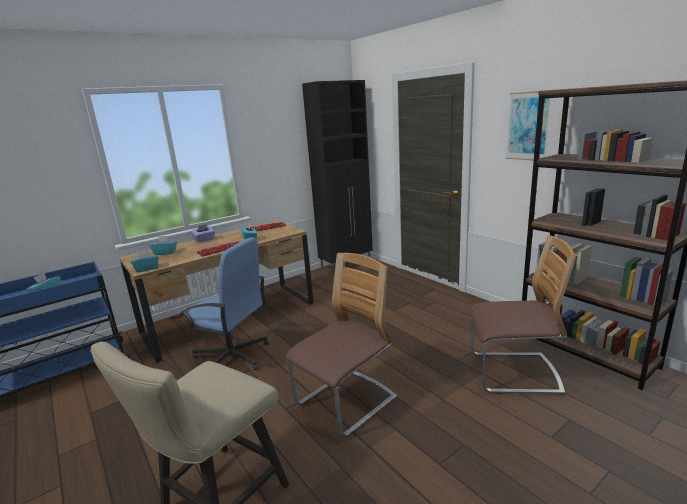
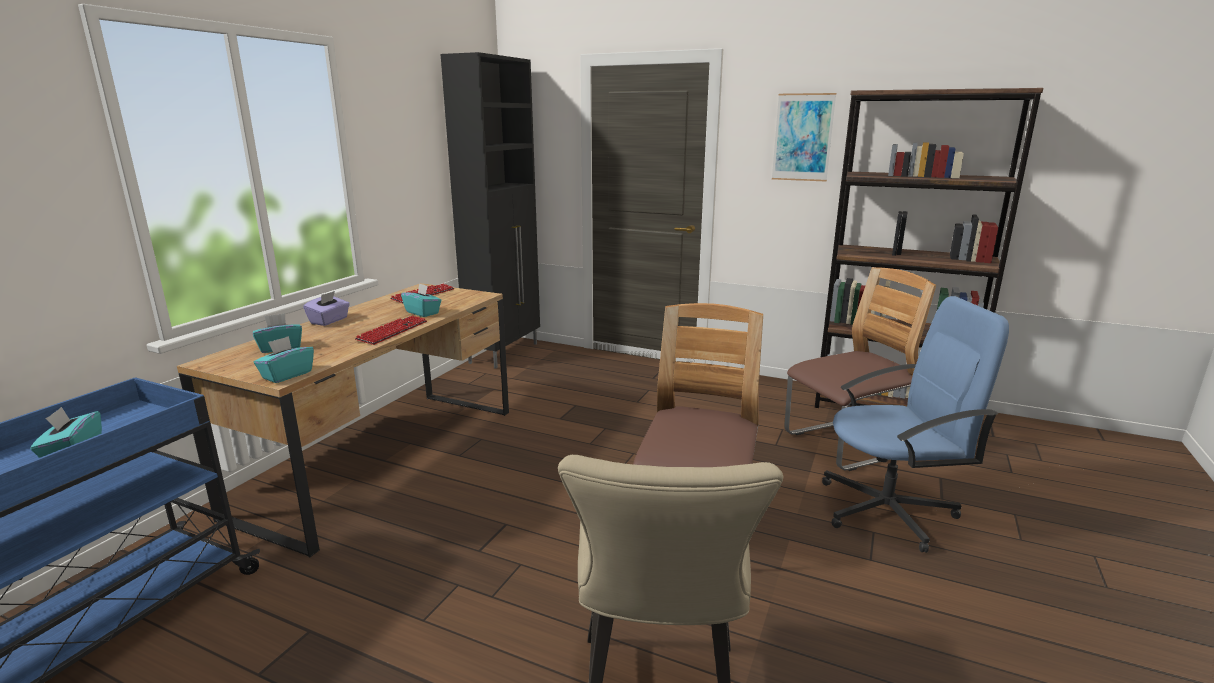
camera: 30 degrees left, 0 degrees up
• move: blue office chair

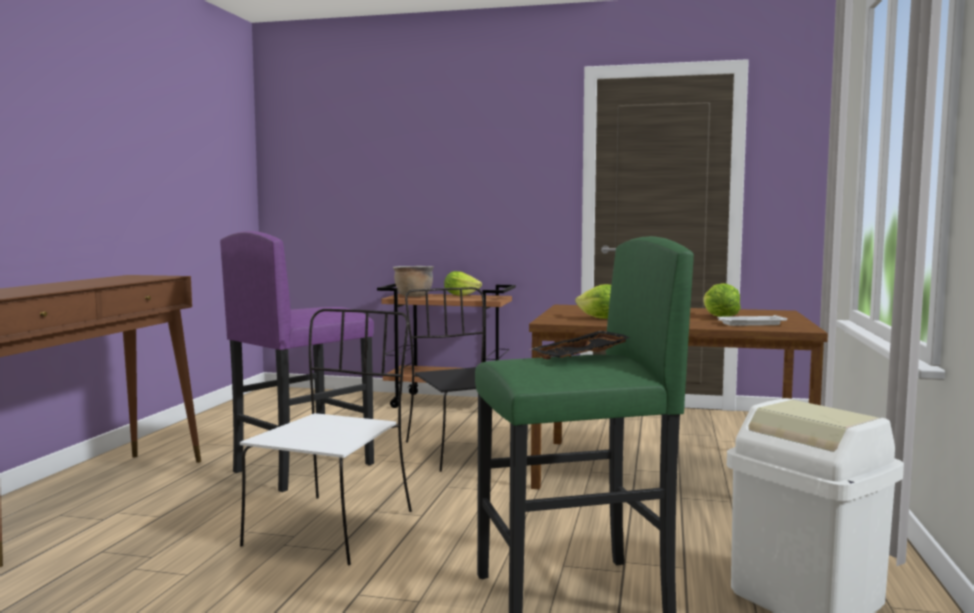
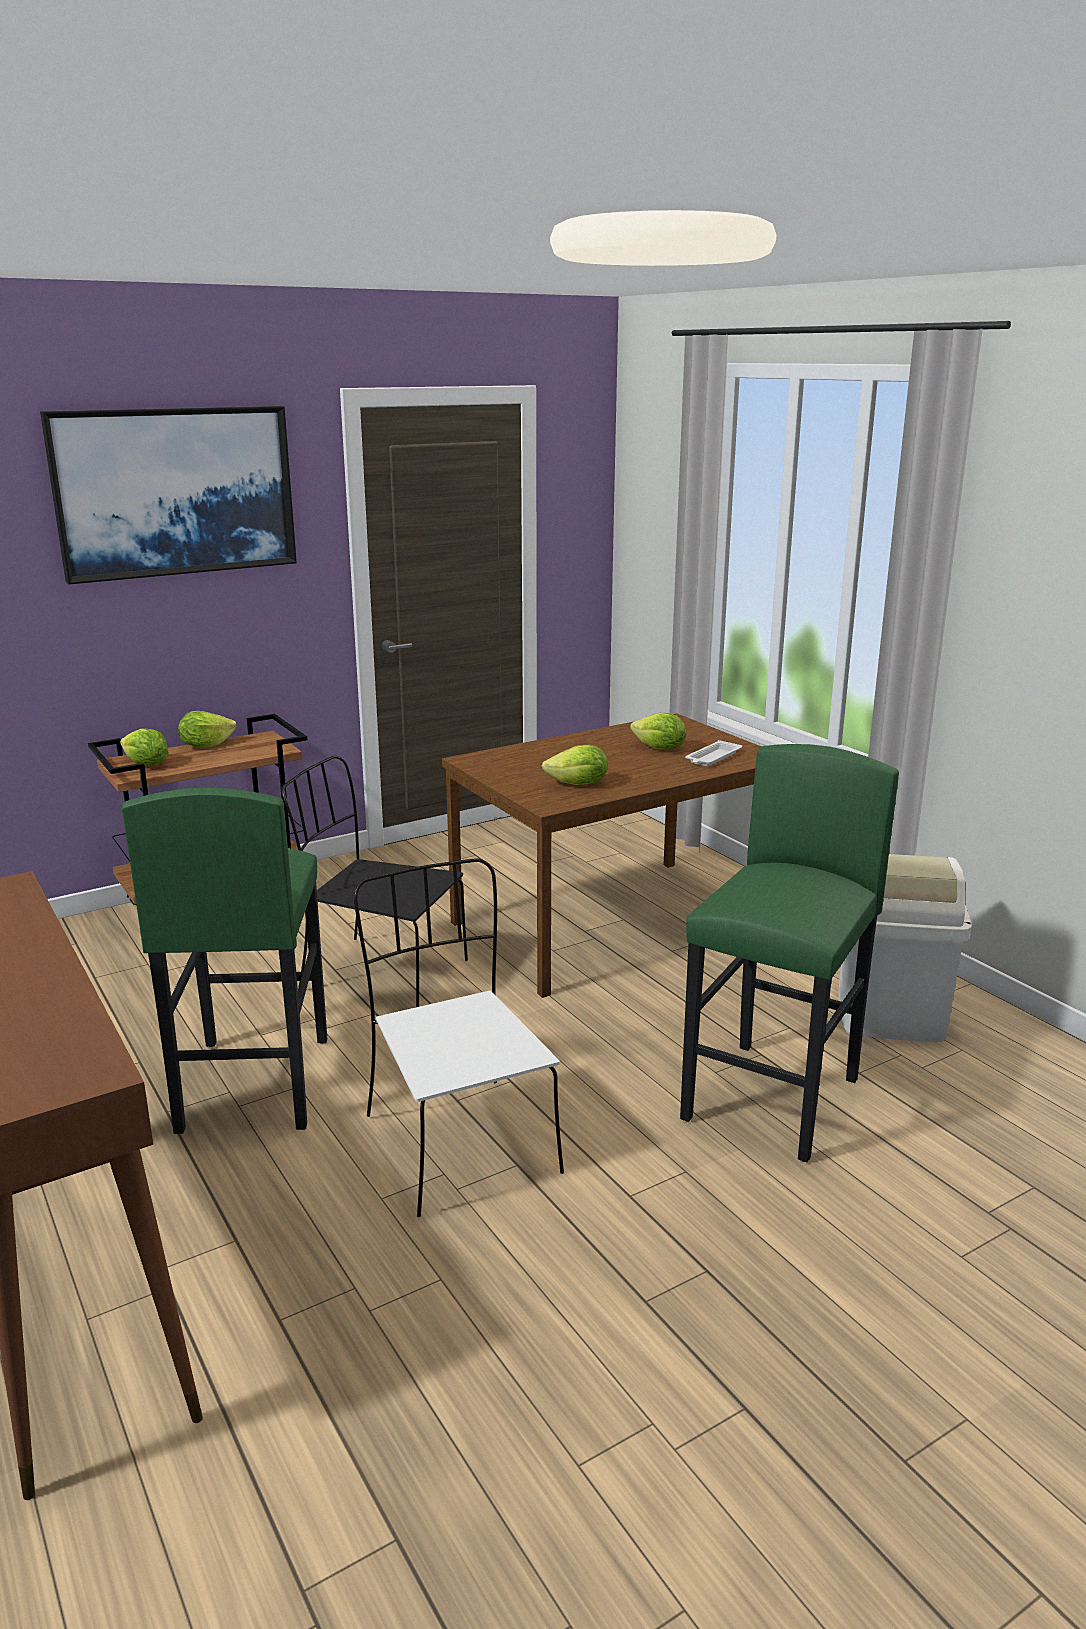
camera: 45 degrees left, 15 degrees up
• insert: picture
• replace: brown cooking pot to lettuce (1st from left)
• recolor: purple stool to green stool (1st from left)
• delete: black tray

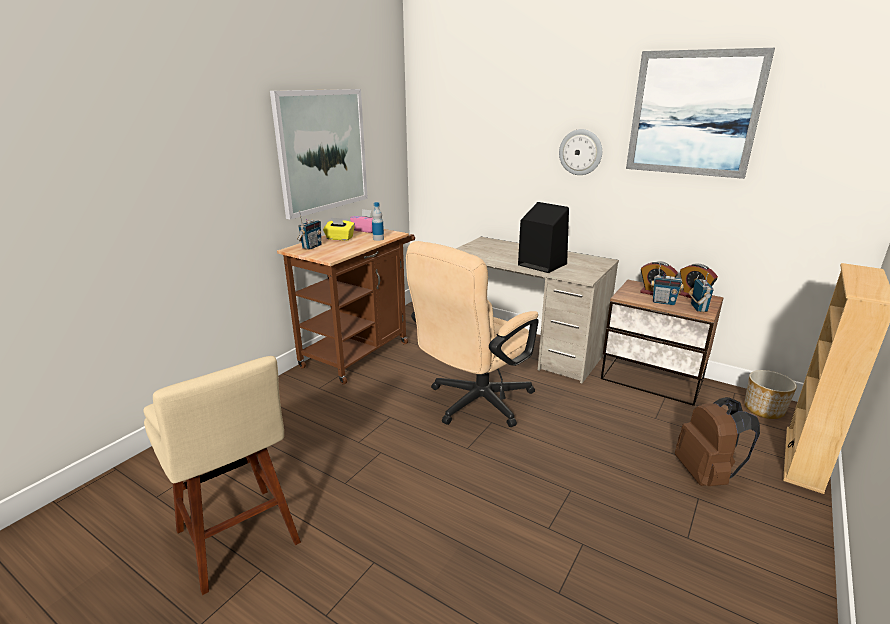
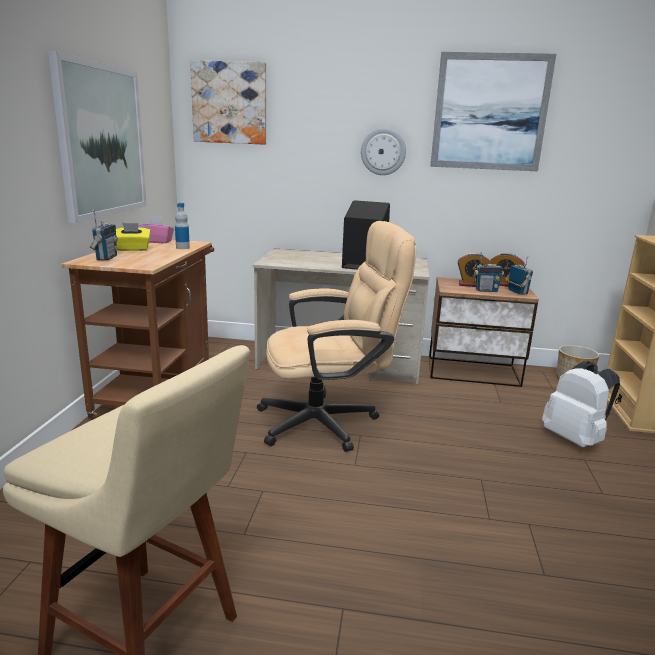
camera: 25 degrees left, 5 degrees down
• insert: picture (2nd from left)
• rotate: beige office chair 120 degrees counterclockwise
• recolor: brown backpack to white backpack

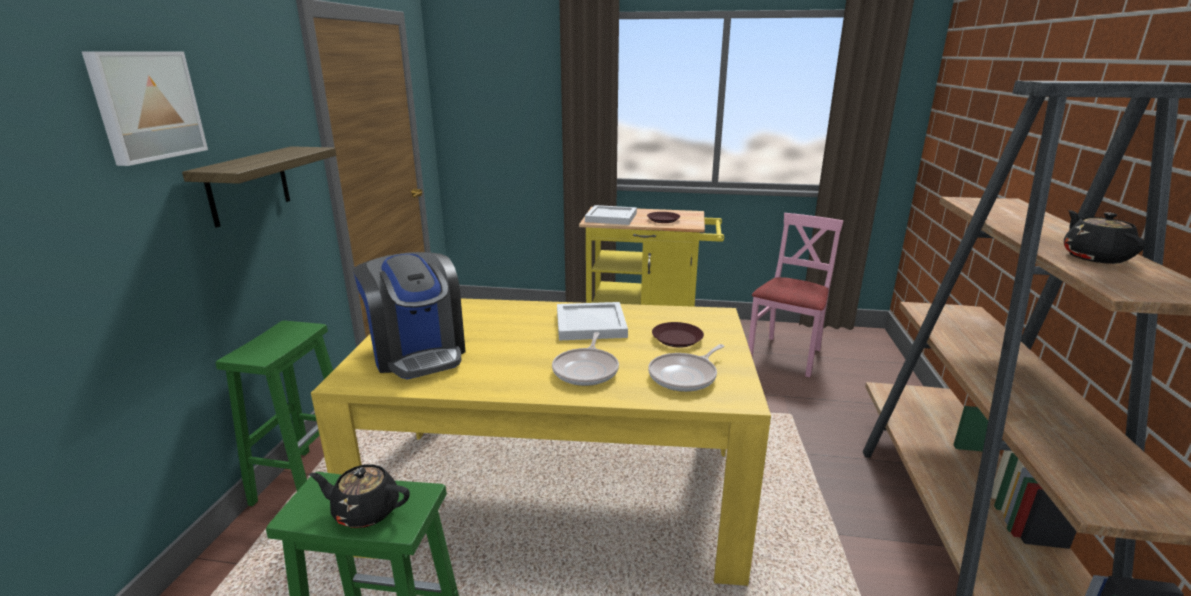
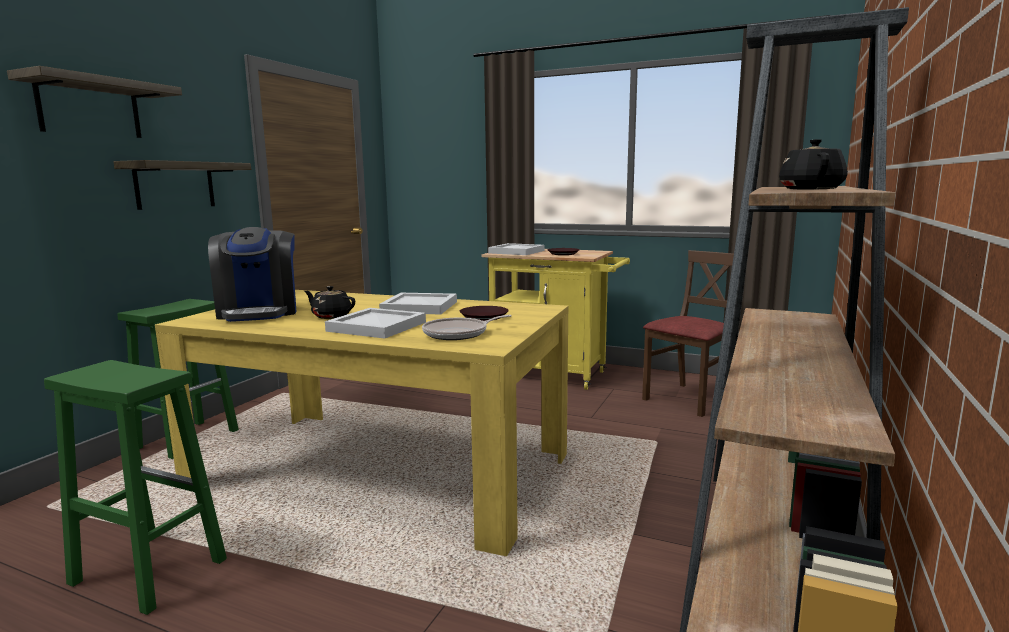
camera: 15 degrees right, 10 degrees down
• replace: picture to shelf (1st from left)
• move: black teapot (1st from left)
• replace: frying pan (1st from left) to white tray (1st from left)
• recolor: pink chair to brown chair

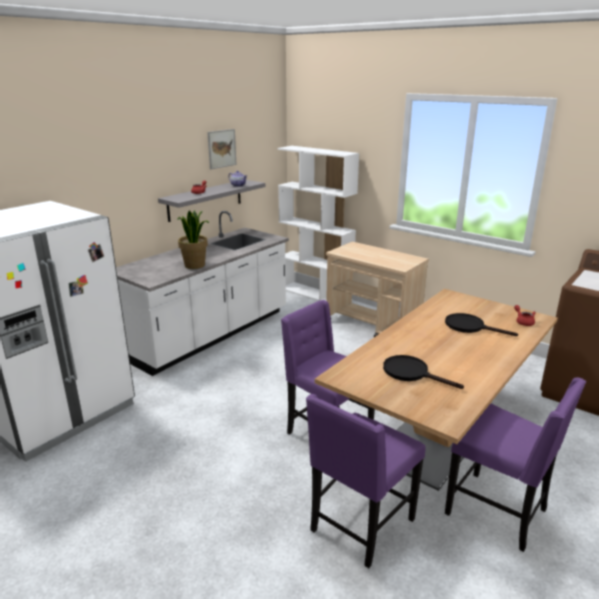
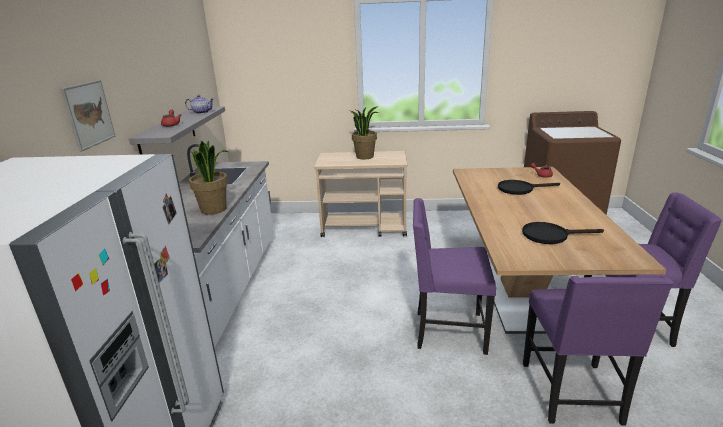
camera: 35 degrees left, 0 degrees up
• move: picture
• insert: potted plant (2nd from left)
• delete: white bookcase

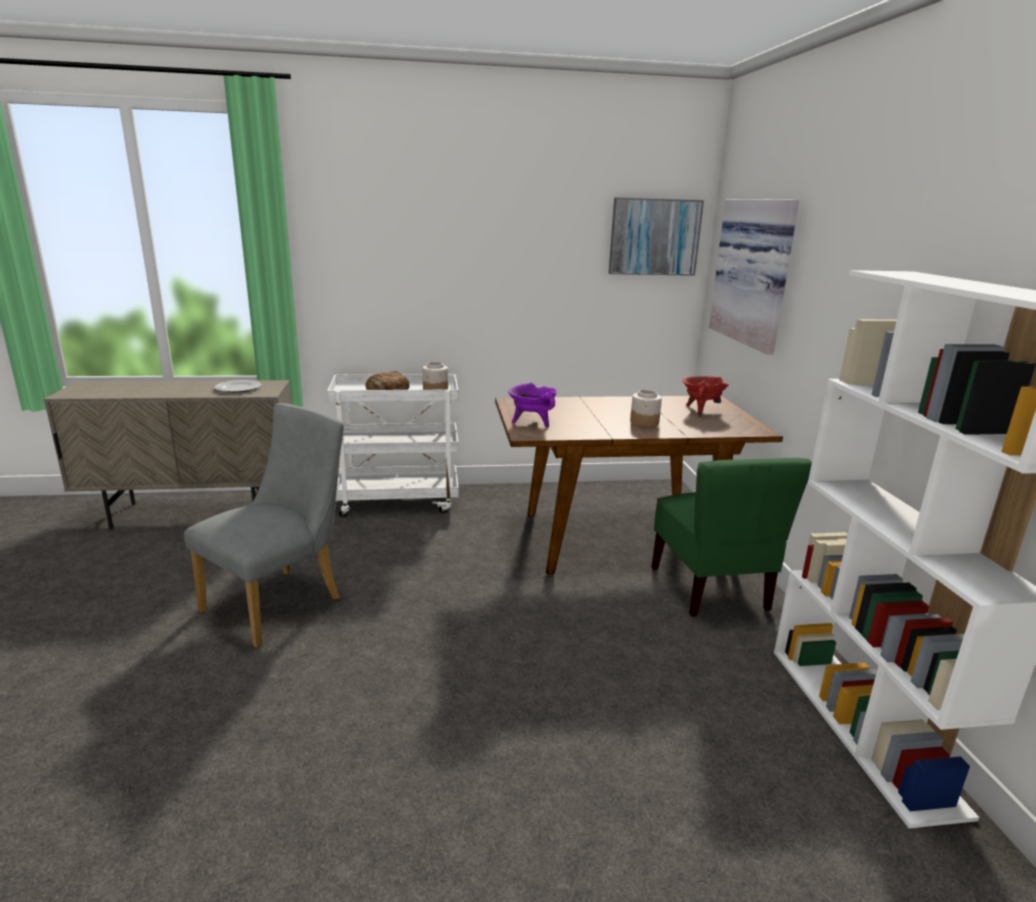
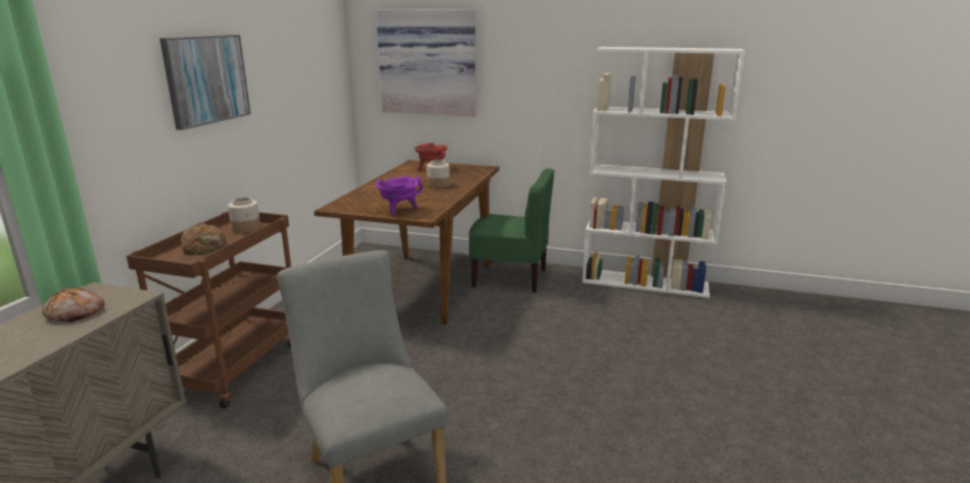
camera: 65 degrees left, 0 degrees up
• replace: plate to bread (1st from left)
• recolor: white cart to brown cart
• move: picture (1st from left)

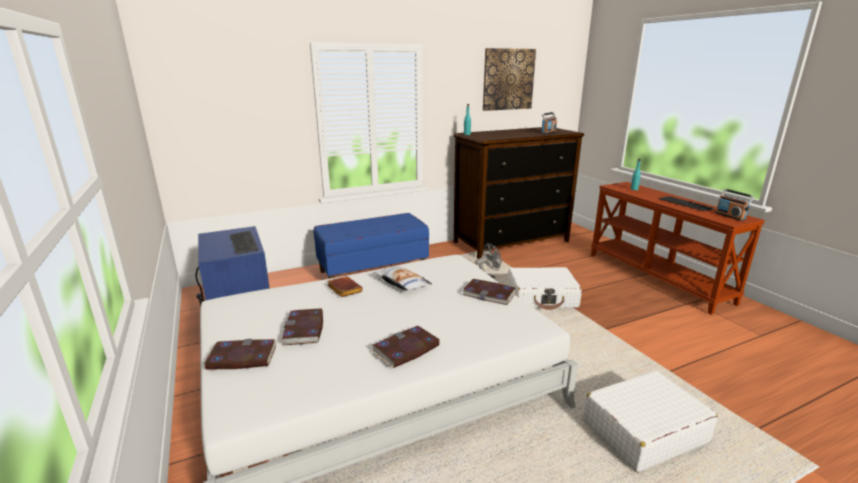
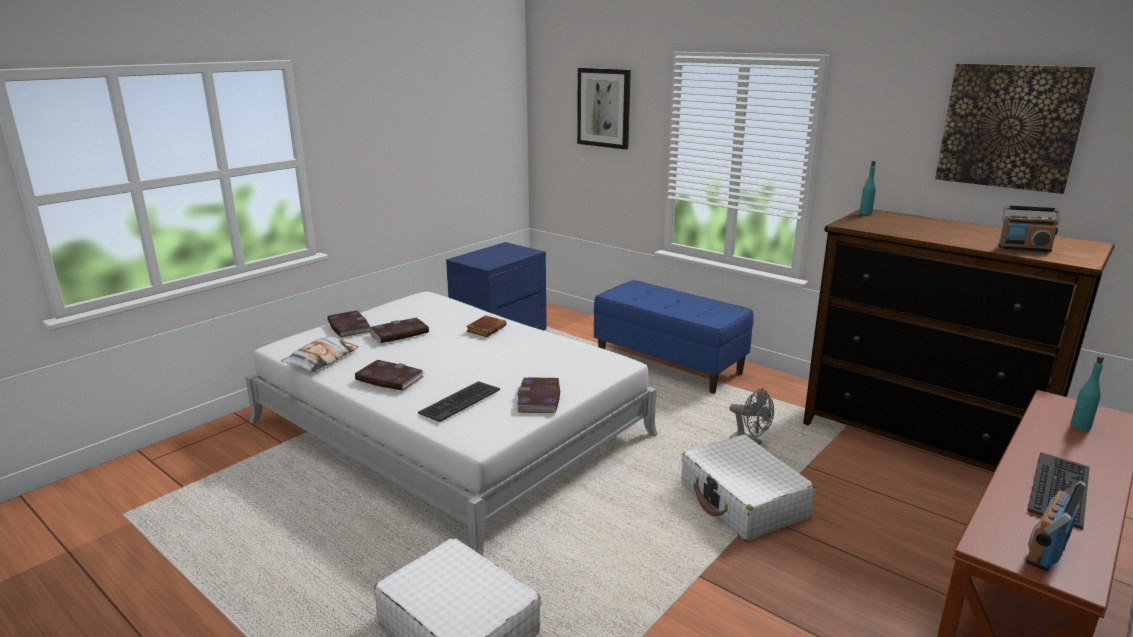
camera: 65 degrees right, 0 degrees up
• move: pillow
• move: keyboard (1st from left)
• insert: picture (1st from left)

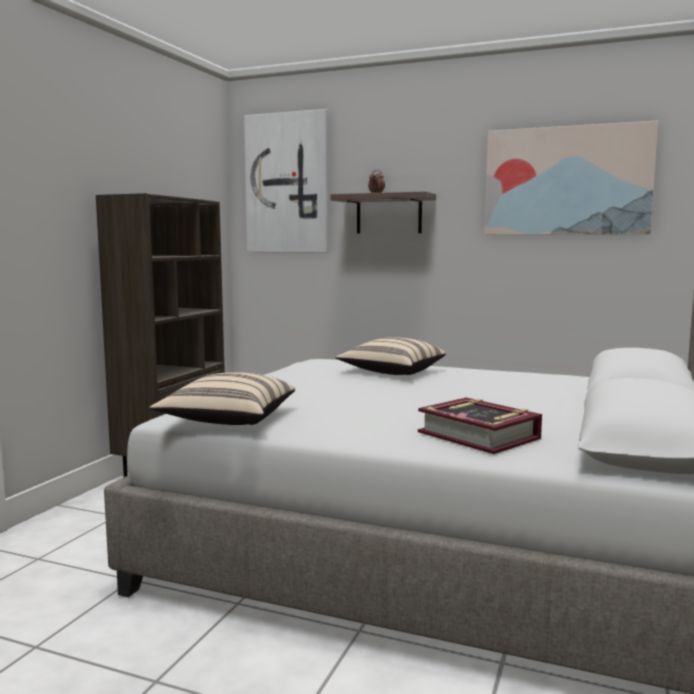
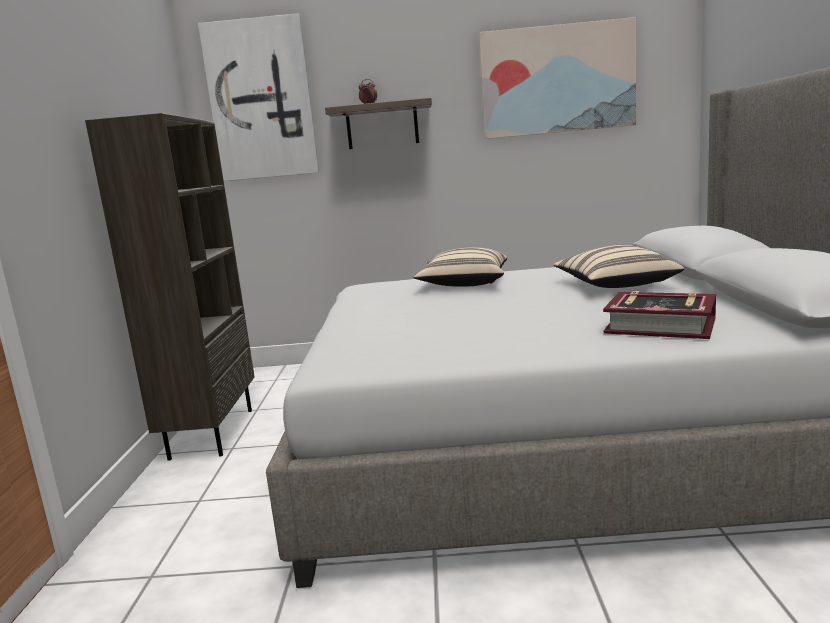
camera: 20 degrees left, 5 degrees up
• move: beige pillow (1st from left in the first image) to beige pillow (2nd from left)

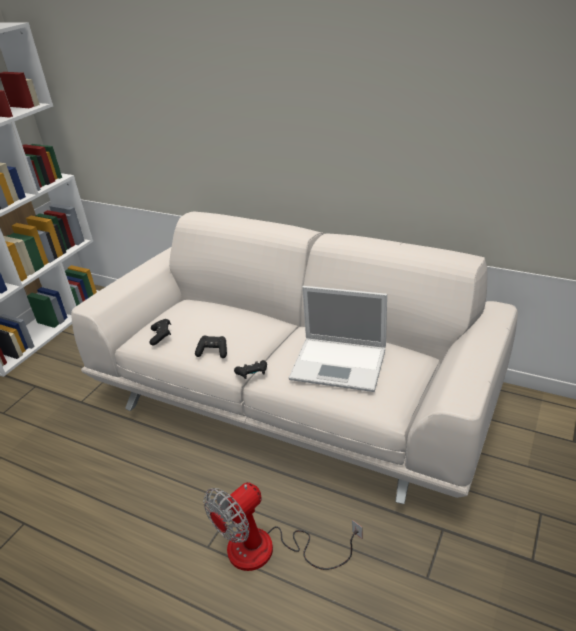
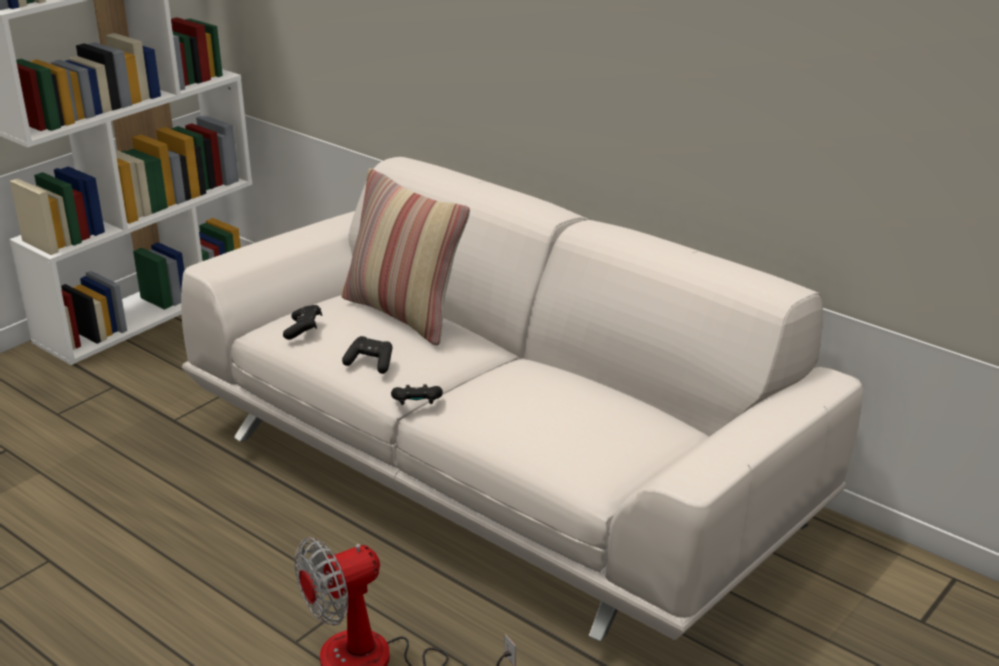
camera: 10 degrees right, 5 degrees down
• insert: pillow
• delete: laptop

